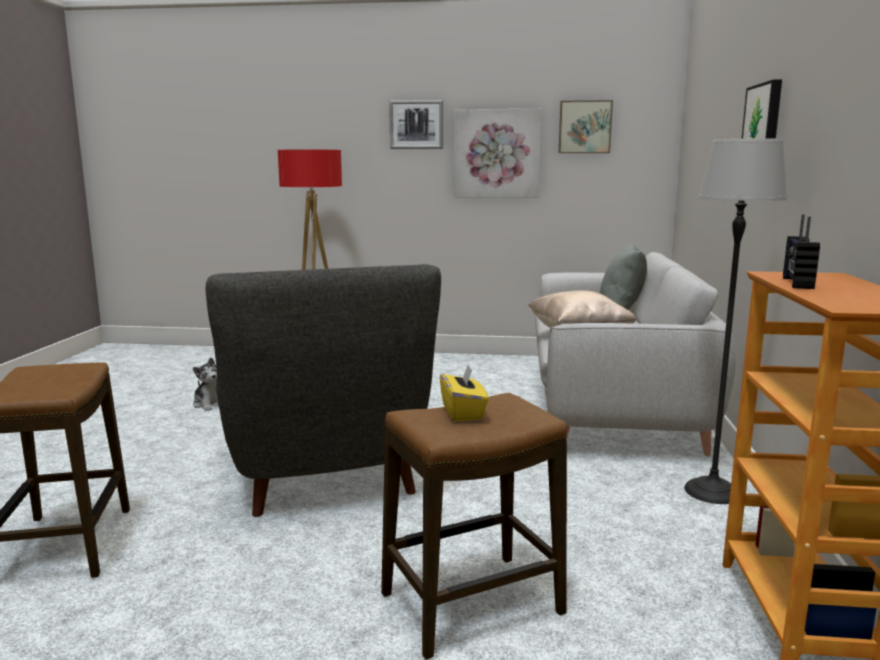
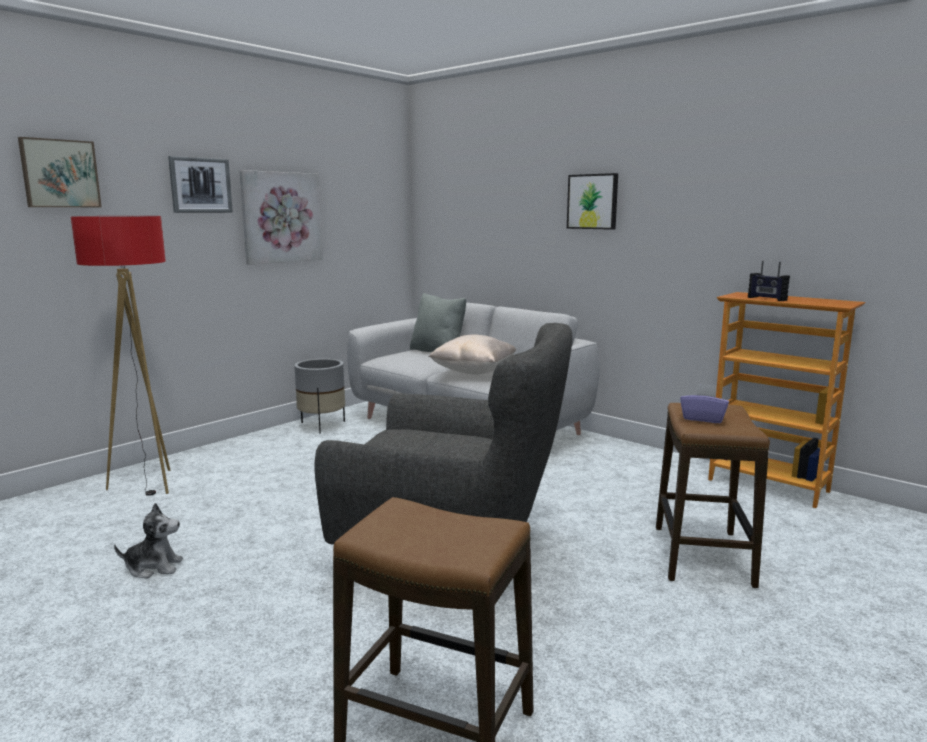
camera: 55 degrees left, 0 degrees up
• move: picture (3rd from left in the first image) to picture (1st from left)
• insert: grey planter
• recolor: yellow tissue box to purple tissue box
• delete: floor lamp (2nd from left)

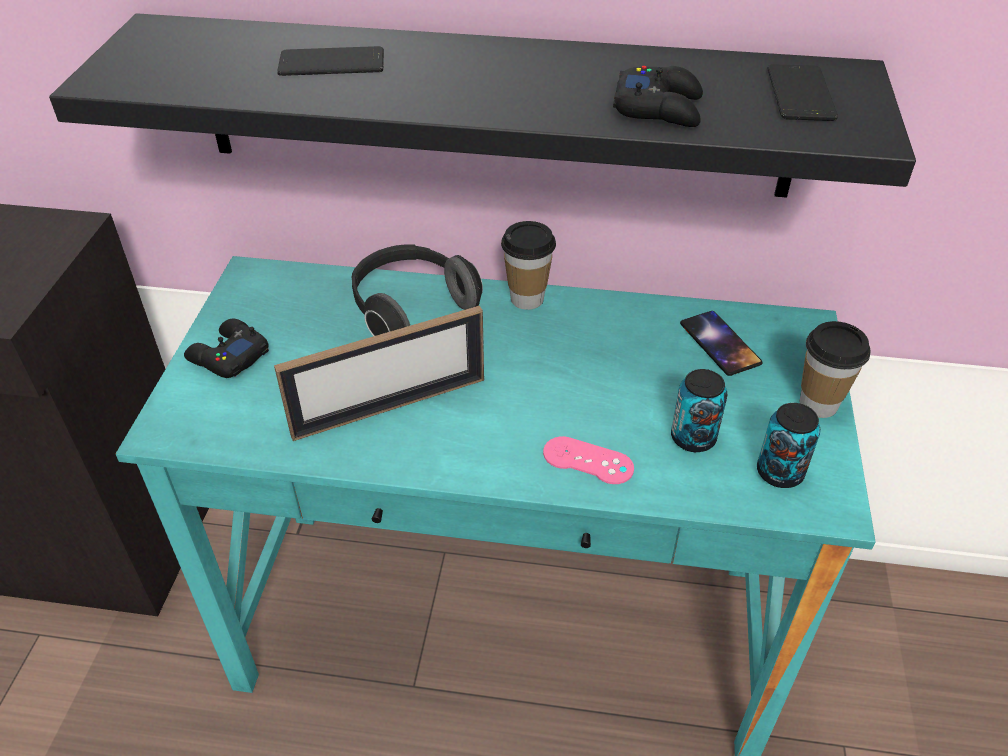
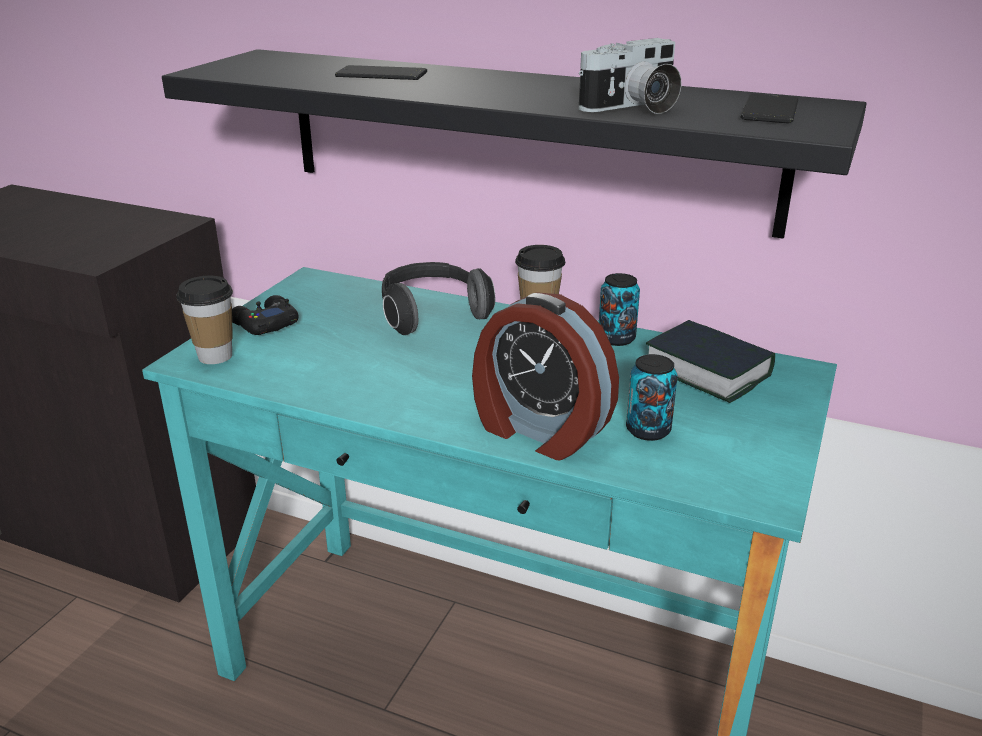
camera: 15 degrees right, 15 degrees down
• move: cup (2nd from left in the first image) to cup (1st from left)
• replace: pink game controller to alarm clock
• replace: black game controller (2nd from left) to photo camera
• move: can (2nd from left in the first image) to can (1st from left)
• replace: phone (2nd from left) to book
• delete: picture frame

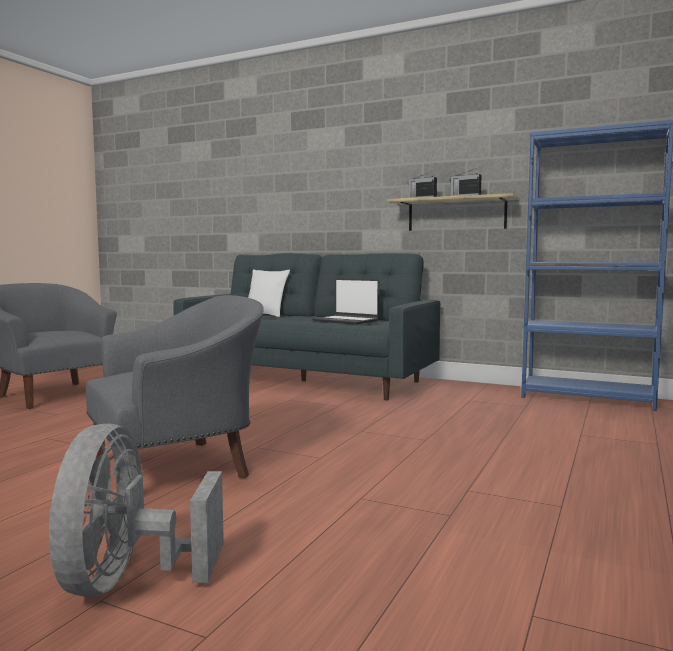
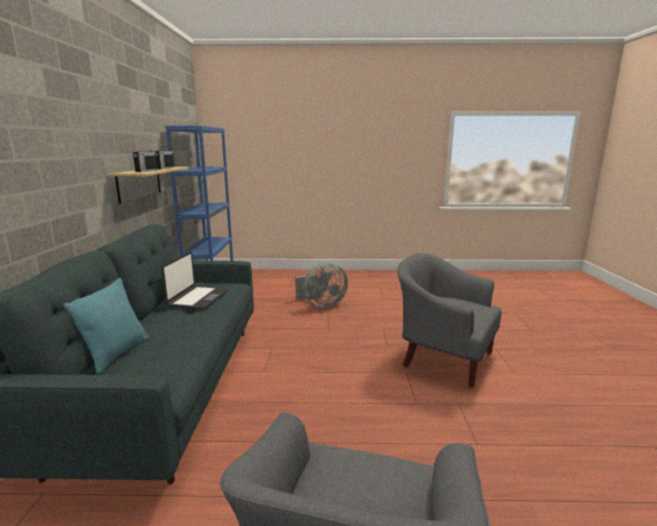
camera: 115 degrees left, 10 degrees up
• recolor: white pillow to turquoise pillow
• move: grey fan

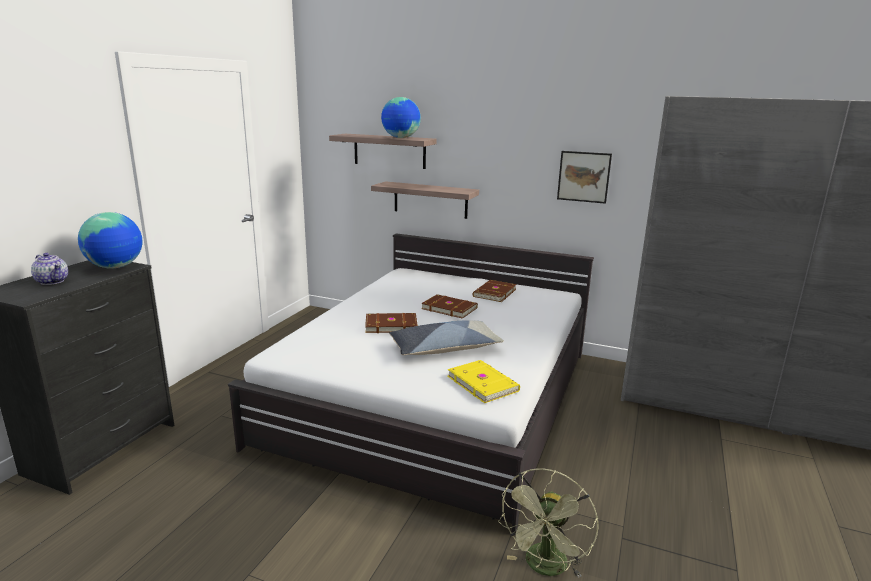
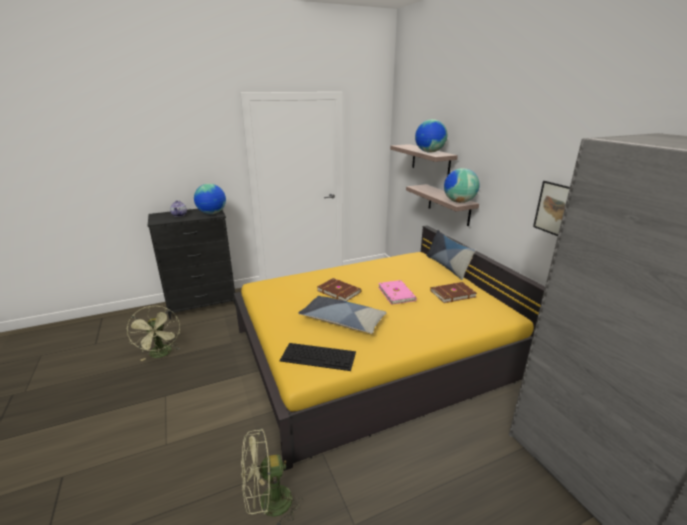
camera: 45 degrees right, 5 degrees up
• insert: green fan (1st from left)
• recolor: white bed to yellow bed
• replace: yellow book to keyboard
• recolor: brown book (2nd from left) to pink book
• insert: pillow (2nd from left)
• insert: globe (3rd from left)

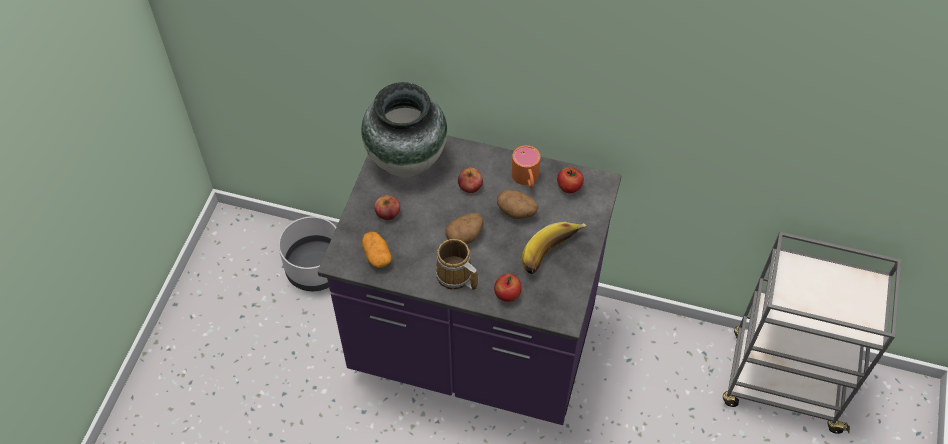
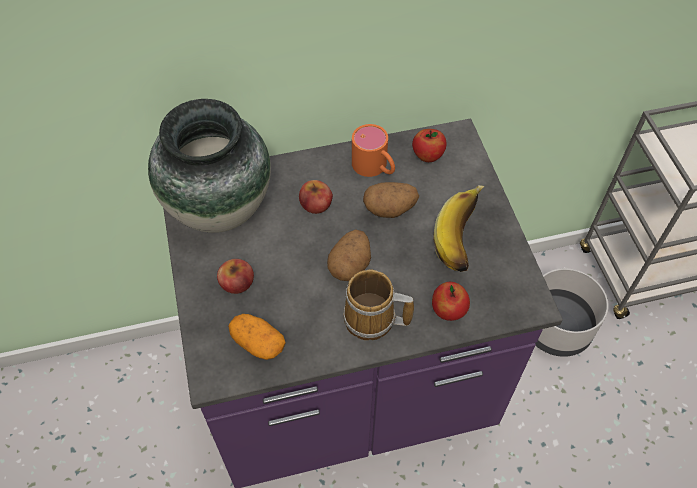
camera: 30 degrees left, 0 degrees up
• move: grey planter

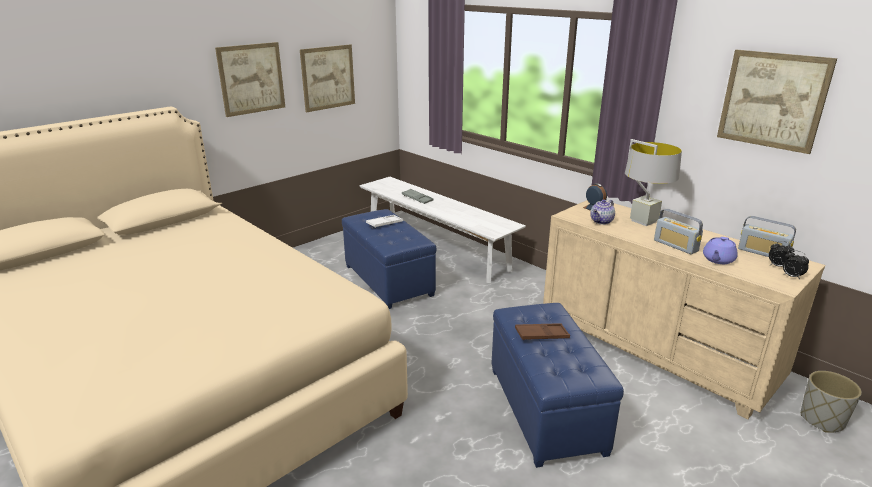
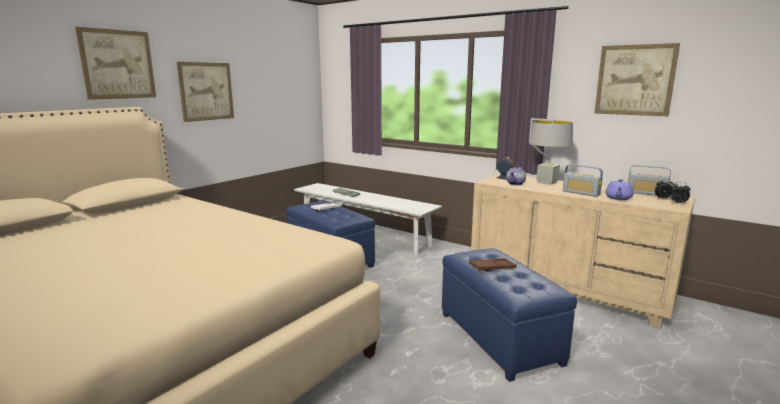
camera: 10 degrees left, 10 degrees down
• move: picture (2nd from left in the first image) to picture (1st from left)
• delete: grey planter

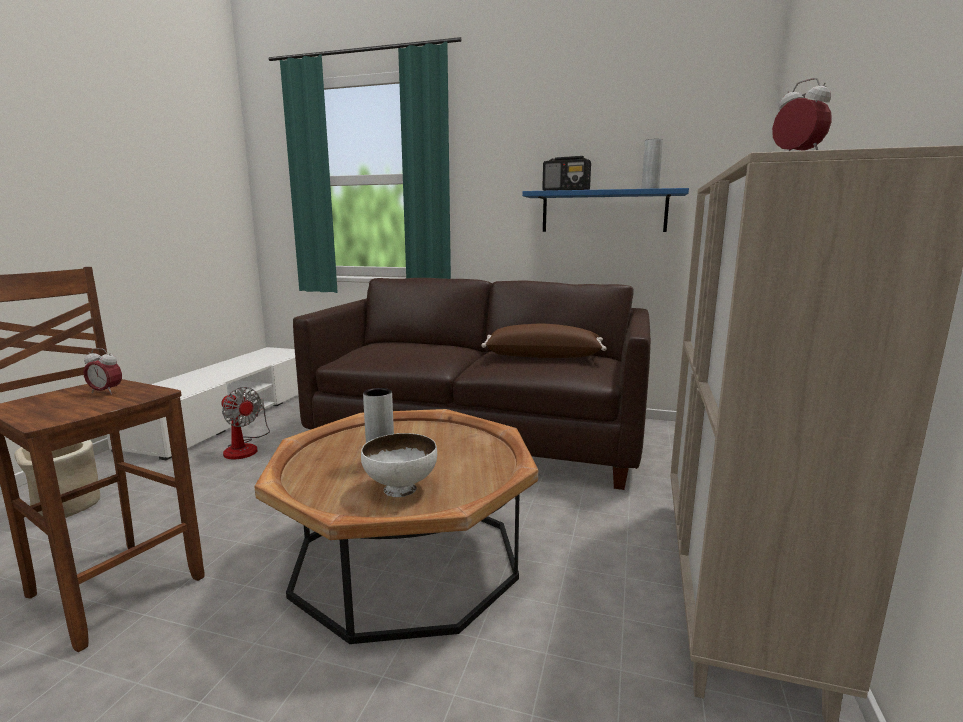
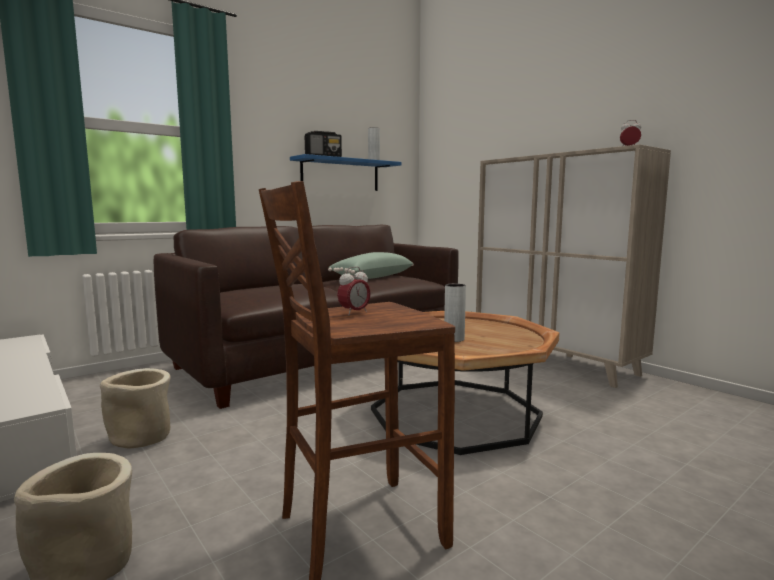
camera: 55 degrees left, 5 degrees down
• replace: fan to beige planter (2nd from left)
• recolor: brown pillow to green pillow
• delete: white bowl

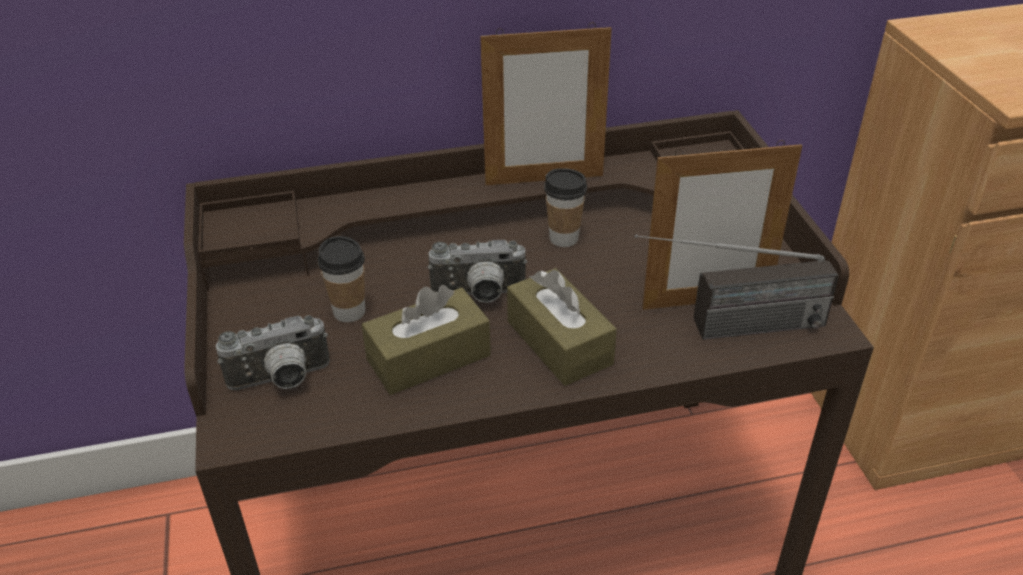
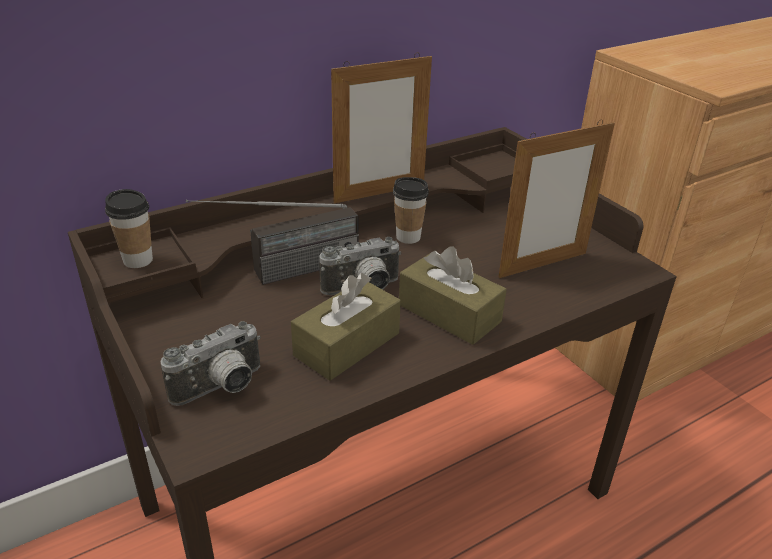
camera: 20 degrees left, 5 degrees down
• move: cup (1st from left)
• move: radio

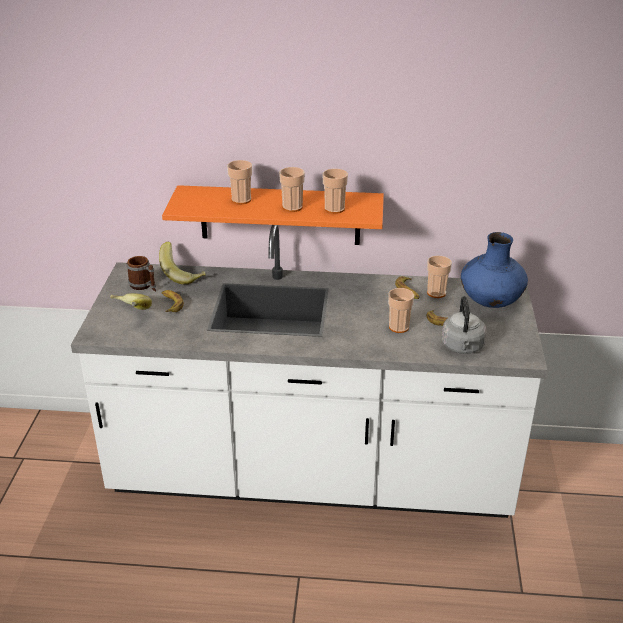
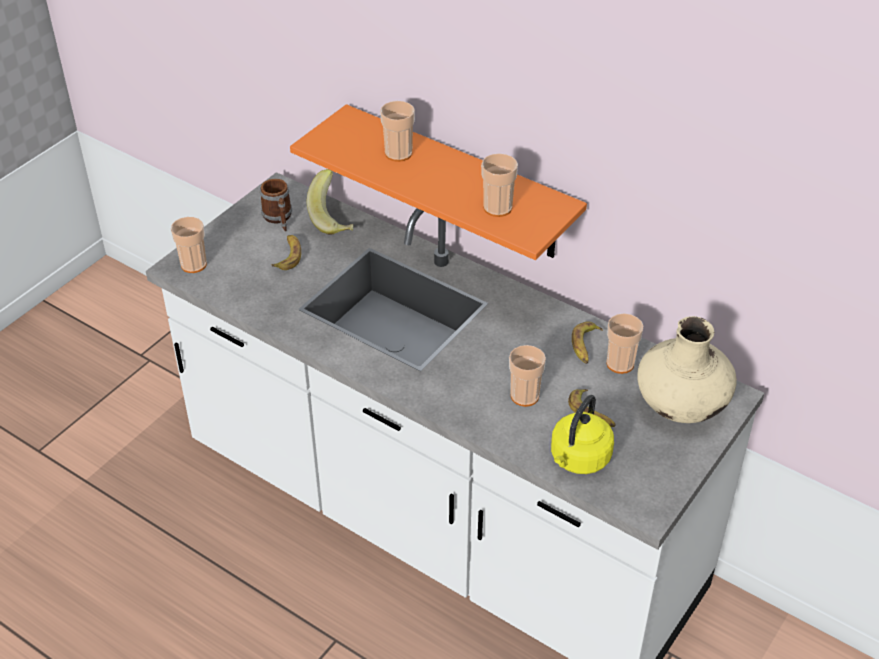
camera: 30 degrees right, 10 degrees up
• move: cup (2nd from left in the first image) to cup (1st from left)
• recolor: grey kettle to yellow kettle
• recolor: blue vase to beige vase
• delete: banana (1st from left)

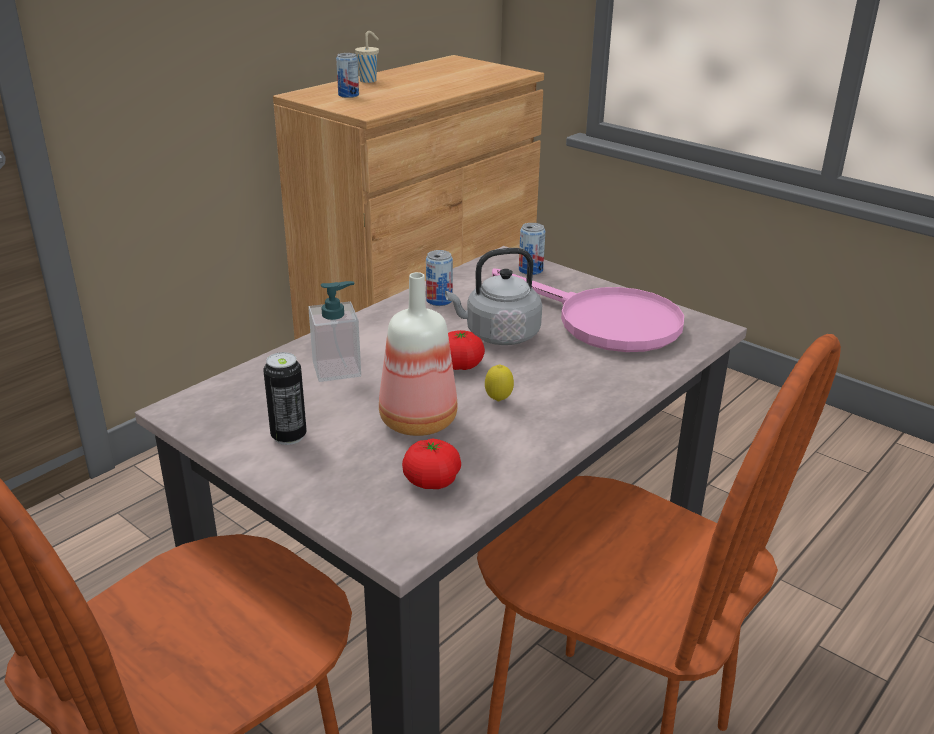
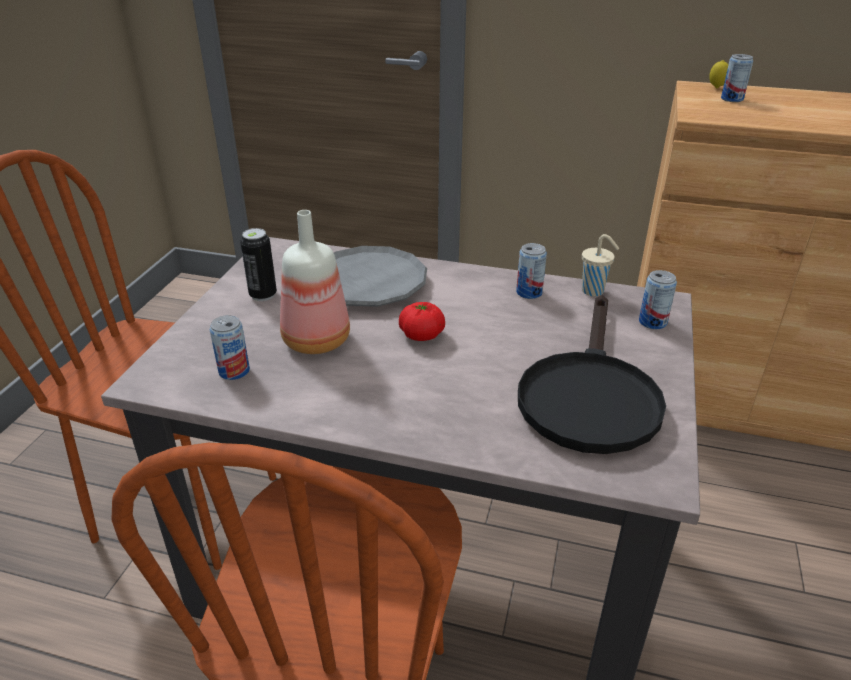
camera: 65 degrees right, 5 degrees up
• replace: tomato (1st from left) to can (1st from left)
• replace: soap dispenser to grey plate
• recolor: pink frying pan to black frying pan
• move: beige cup
• move: lemon
• delete: grey kettle

